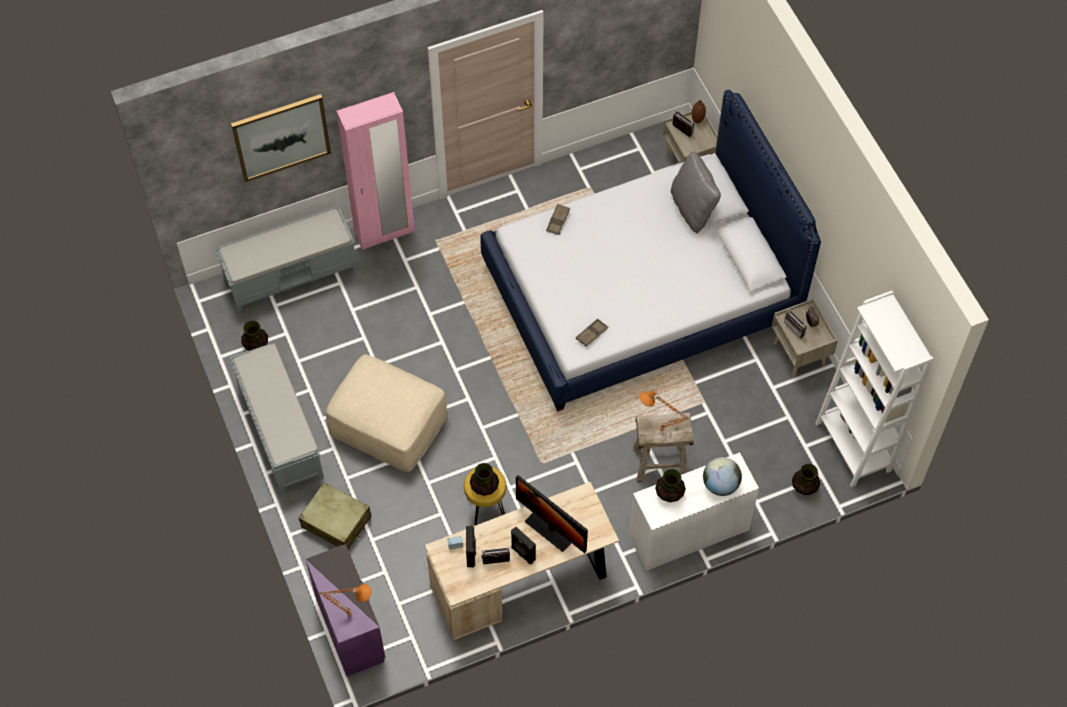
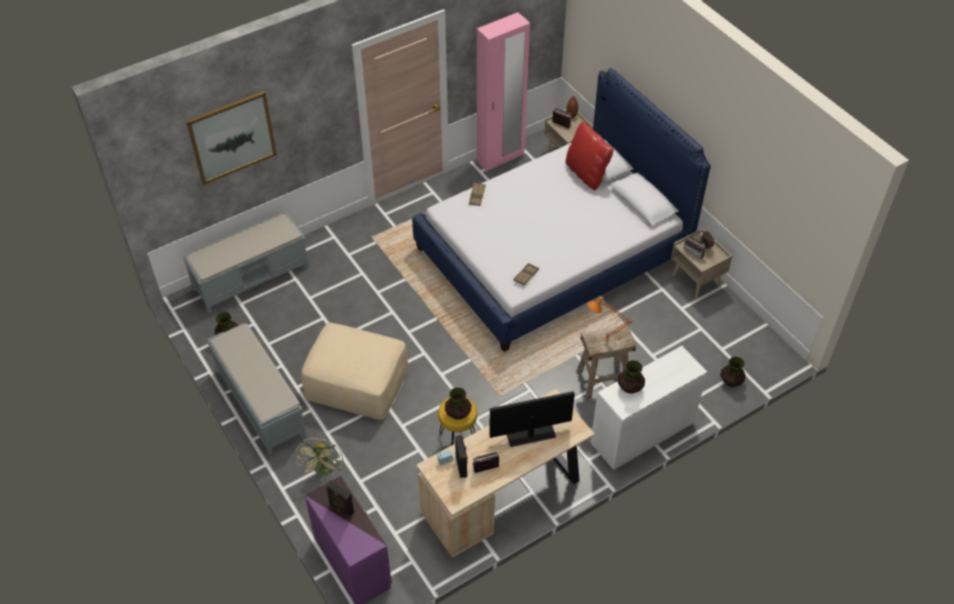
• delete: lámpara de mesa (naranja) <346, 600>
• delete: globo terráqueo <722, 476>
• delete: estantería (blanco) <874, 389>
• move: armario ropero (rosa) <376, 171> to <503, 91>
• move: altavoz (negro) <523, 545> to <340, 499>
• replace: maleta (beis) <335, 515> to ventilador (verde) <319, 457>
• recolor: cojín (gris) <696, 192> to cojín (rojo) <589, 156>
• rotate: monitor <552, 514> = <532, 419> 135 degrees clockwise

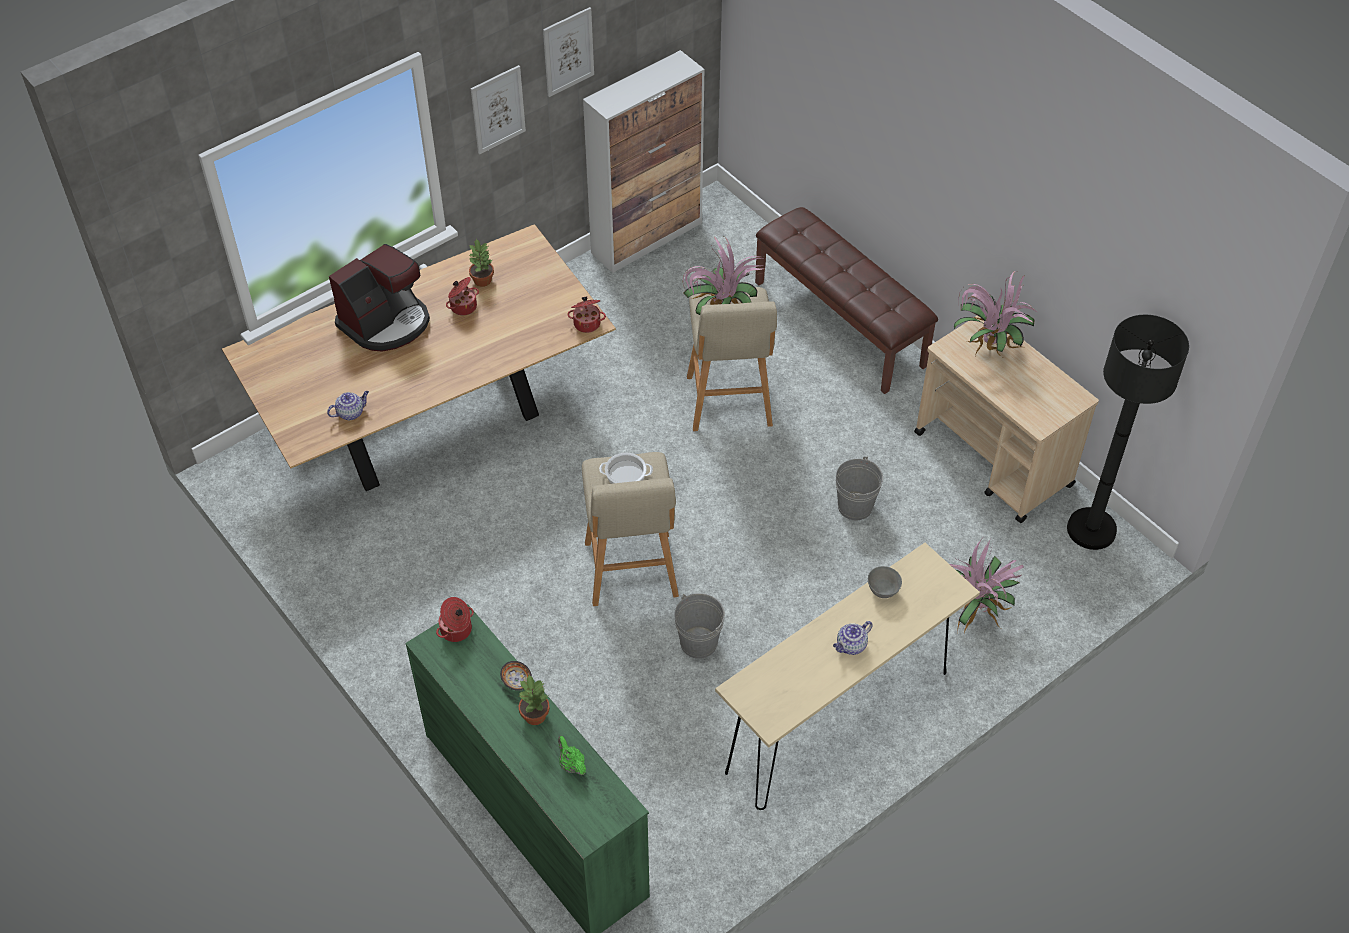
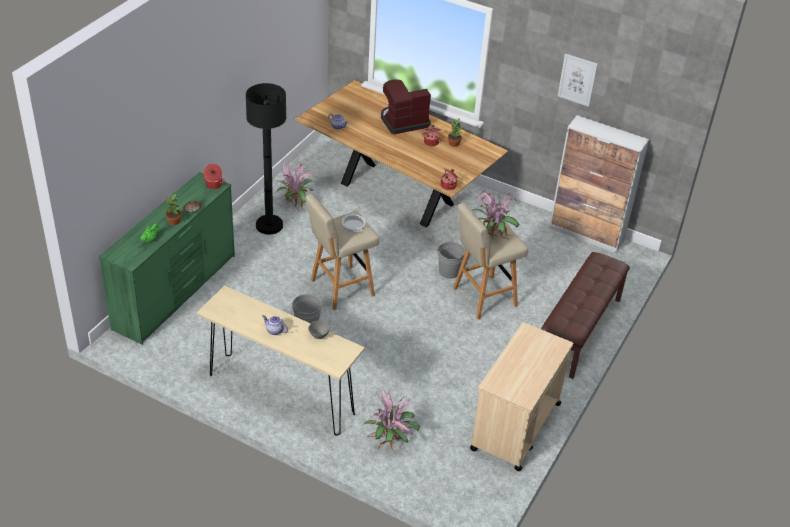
• delete: cuadro <498, 109>
• move: cubo (gris) <859, 488> to <451, 260>
• move: planta en maceta <996, 314> to <295, 187>
• move: lámpara de pie (negro) <1128, 432> to <266, 159>
• rotate: cafetera <379, 298> = <406, 106> 135 degrees clockwise

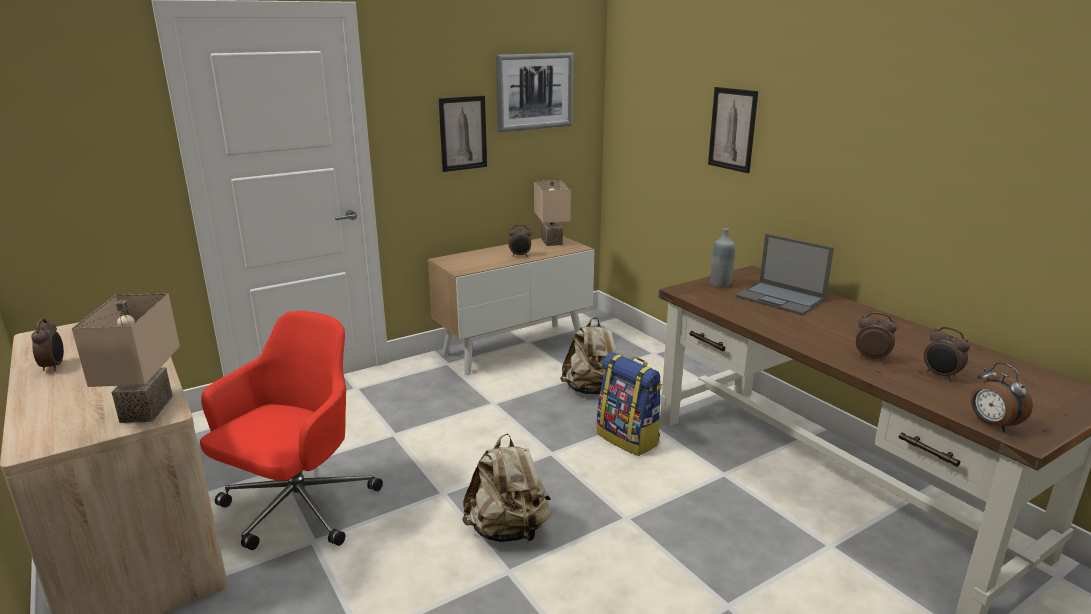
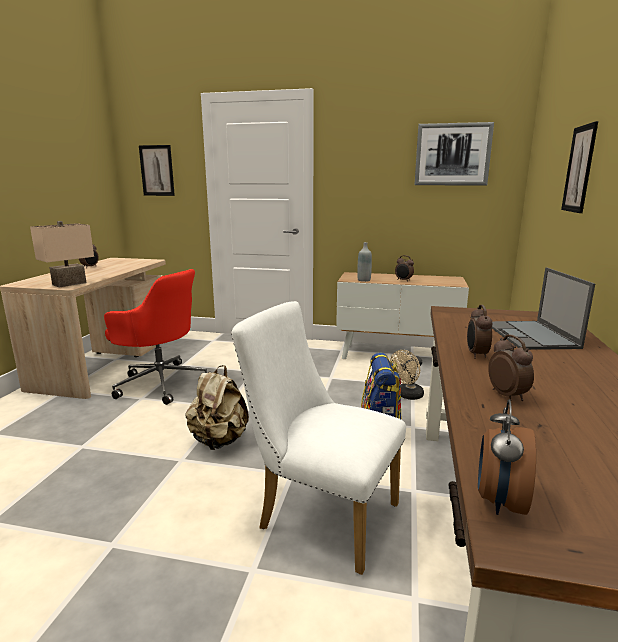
• delete: lámpara de mesa (beis) <552, 213>
• insert: silla (blanco) <318, 438>
• move: cuadro <463, 134> to <157, 170>
• move: botella (gris) <722, 258> to <364, 262>
• move: despertador <947, 354> to <480, 332>
• replace: mochila (beis) <589, 356> to ventilador (beis) <407, 375>
• rotate: silla de oficina (rojo) <291, 430> = <155, 337> 45 degrees clockwise

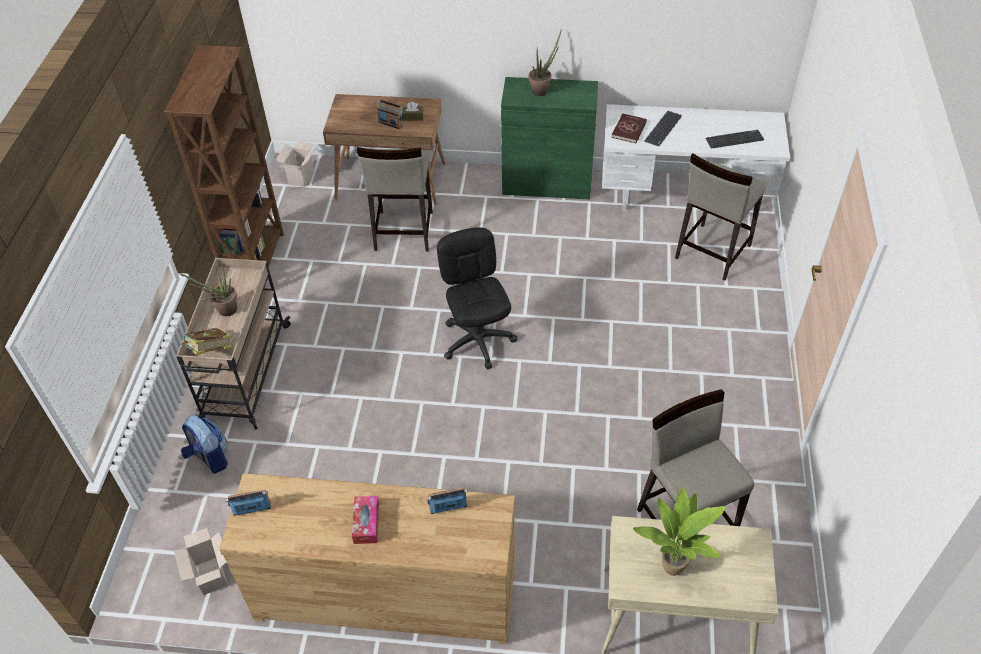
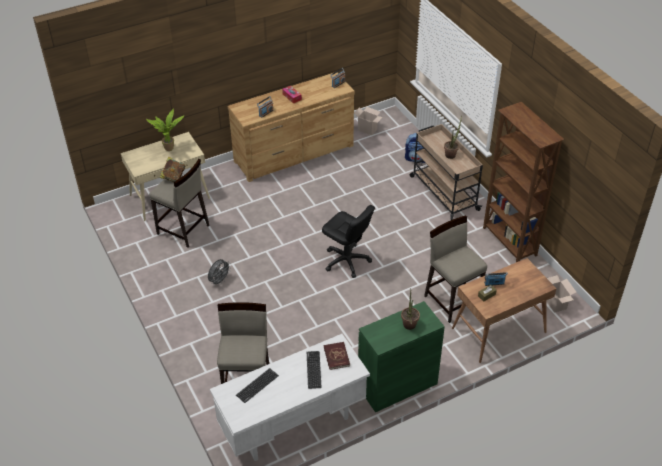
• insert: ventilador (gris) <219, 272>
• move: libro <207, 341> to <172, 169>

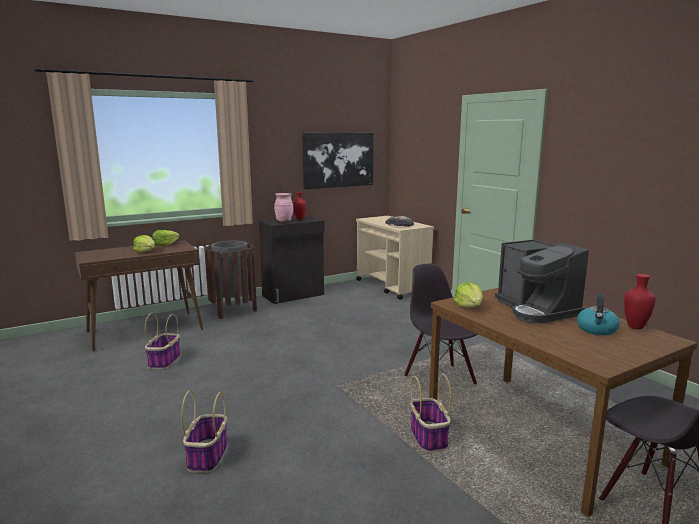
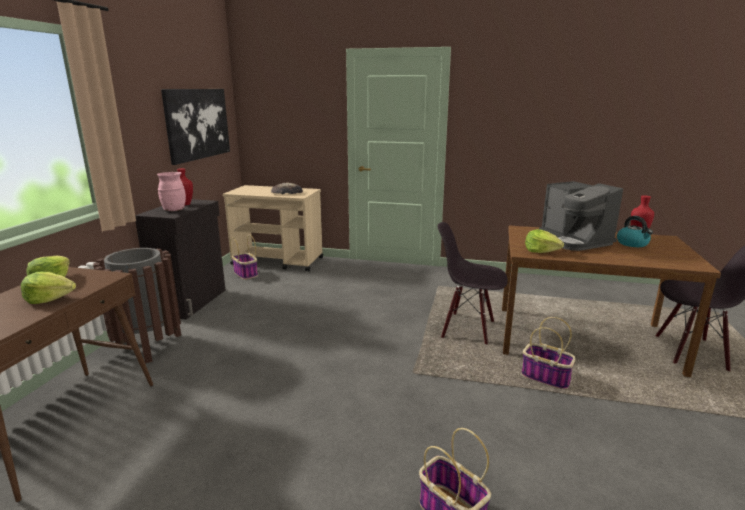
• move: cesta <163, 341> to <244, 257>
• rotate: cafetera <542, 281> = <581, 216> 45 degrees clockwise

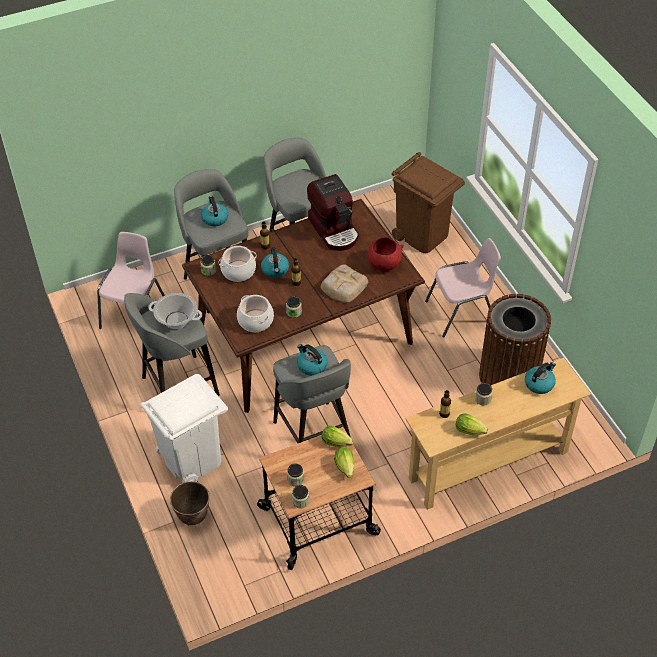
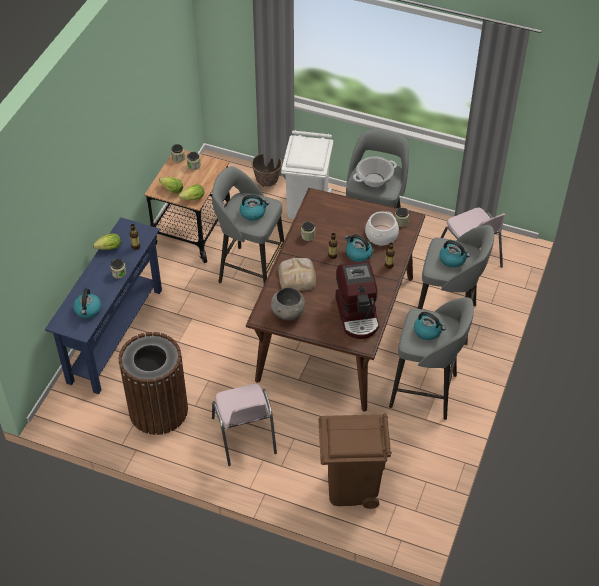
• delete: olla <255, 313>
• insert: hervidor <430, 326>
• recolor: cuenco (rojo) <386, 254> to cuenco (gris) <288, 304>
• recolor: mesa consola (beis) <498, 434> to mesa consola (azul) <103, 305>
• rotate: cafetera <333, 212> = <358, 300> 120 degrees counterclockwise
• rotate: silla (rosa) <463, 288> = <244, 425> 45 degrees counterclockwise

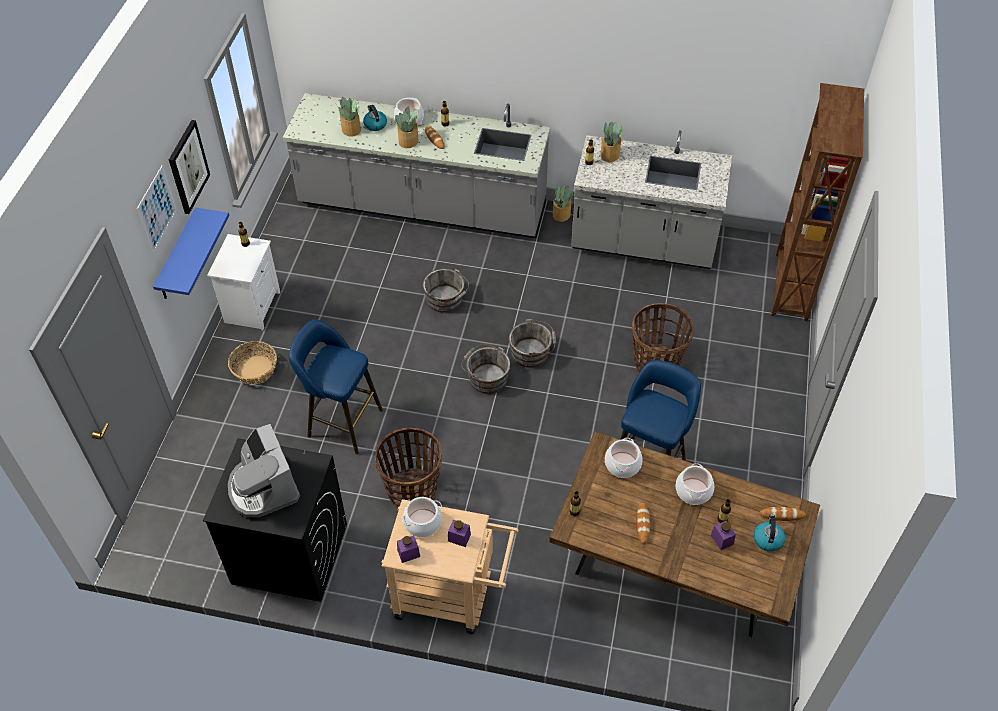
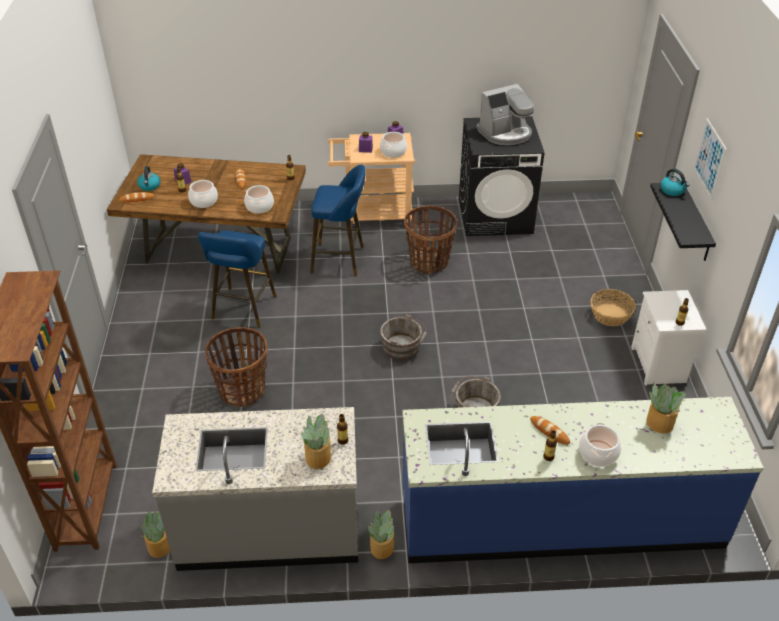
• delete: cuadro <189, 167>
• delete: cubo (gris) <533, 343>
• move: taburete (azul) <336, 386> to <338, 221>
• move: hervidor <375, 118> to <675, 182>
• move: planta en maceta <406, 127> to <155, 534>
• recolor: estante (azul) <191, 253> to estante (negro) <683, 222>
• recolor: mueble bajo de cocina (gris) <416, 165> to mueble bajo de cocina (azul) <583, 480>
• rotate: cafetera <264, 470> = <505, 114> 105 degrees clockwise

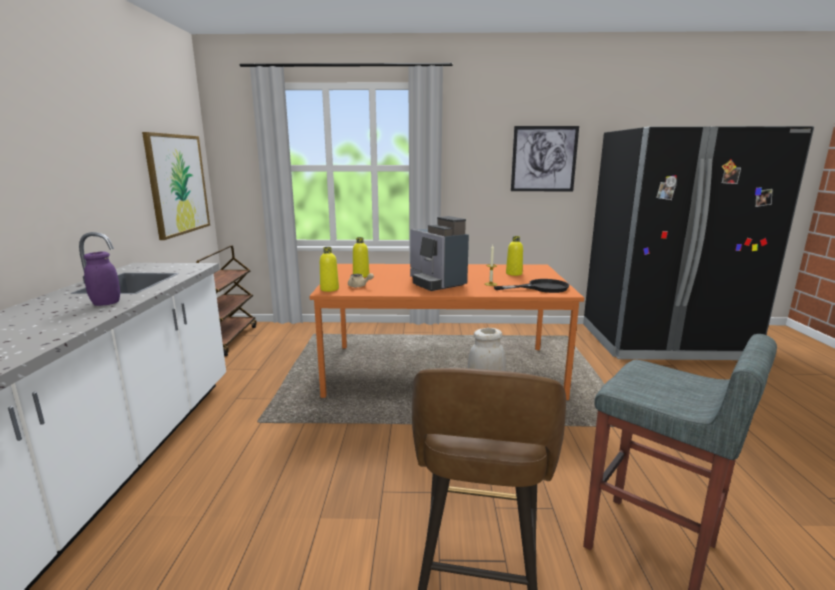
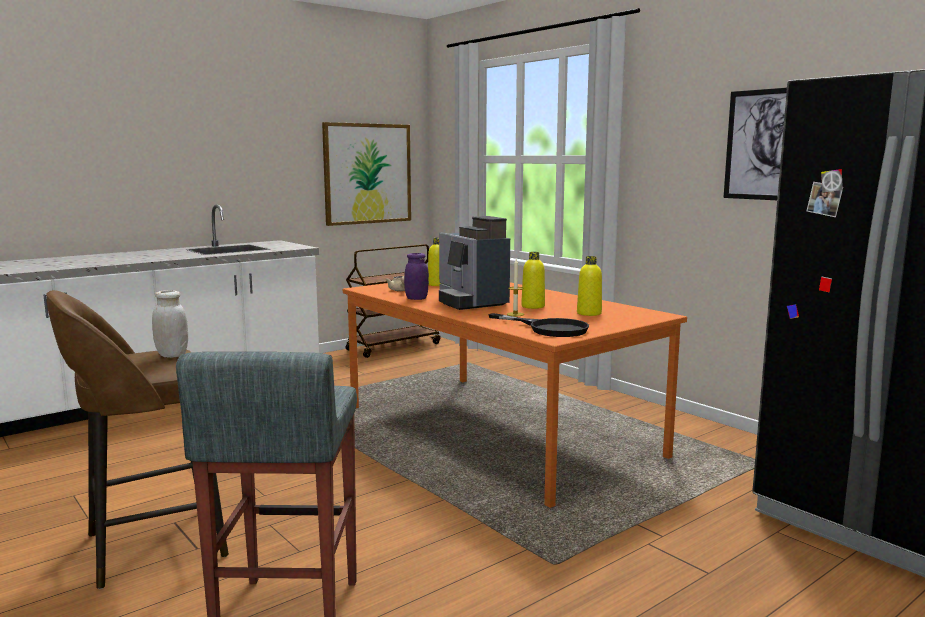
• move: tarro (morado) <102, 279> to <416, 276>
• move: botella (amarillo) <329, 269> to <533, 280>
• rotate: cafetera <439, 253> = <474, 263> 45 degrees counterclockwise

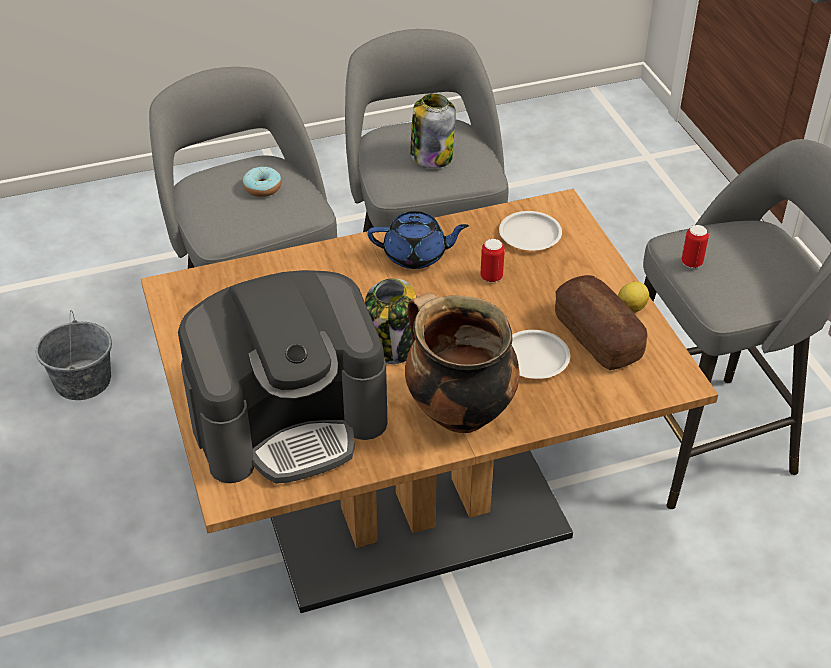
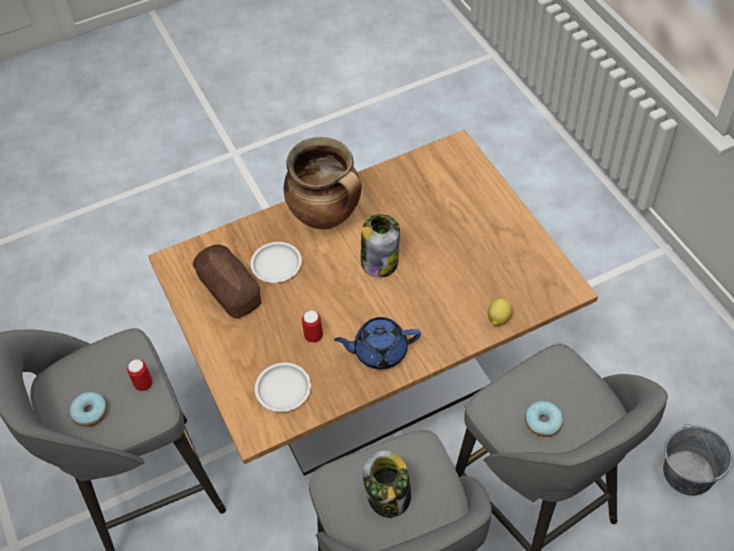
• delete: cafetera <282, 377>
• insert: rosquilla <88, 409>
• move: limón <633, 297> to <500, 312>

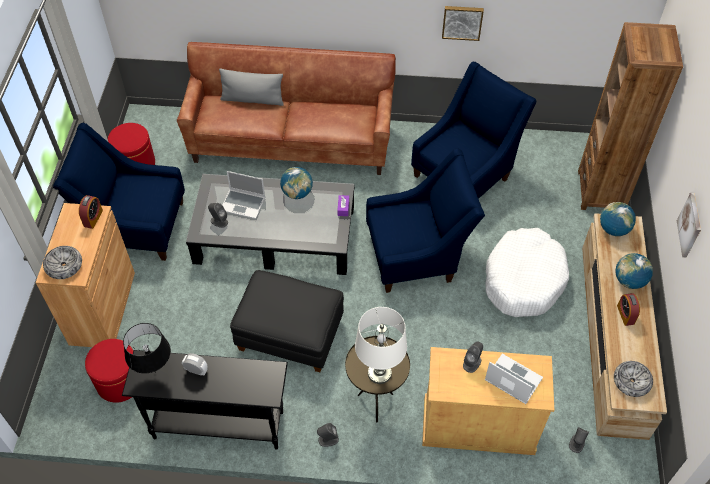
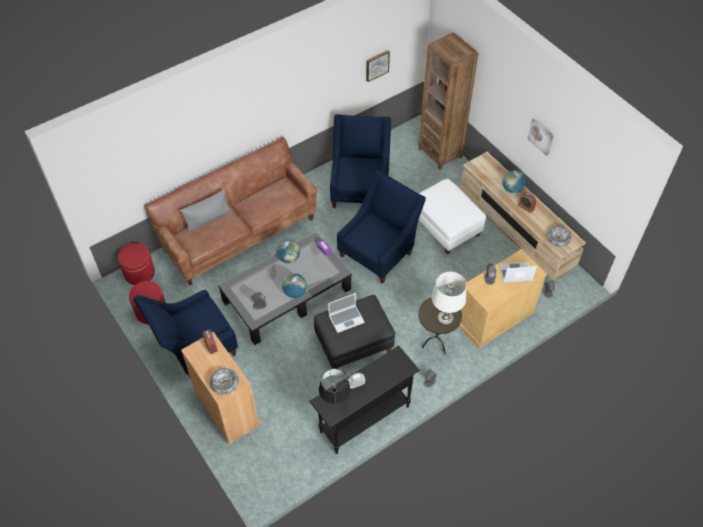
• move: puf (rojo) <109, 371> to <136, 264>
• move: portátil <243, 195> to <346, 313>
• move: cuadro <463, 23> to <378, 66>
• move: globo terráqueo <618, 219> to <294, 285>
• replace: cama para perro (blanco) <527, 272> to puf (blanco) <452, 216>

